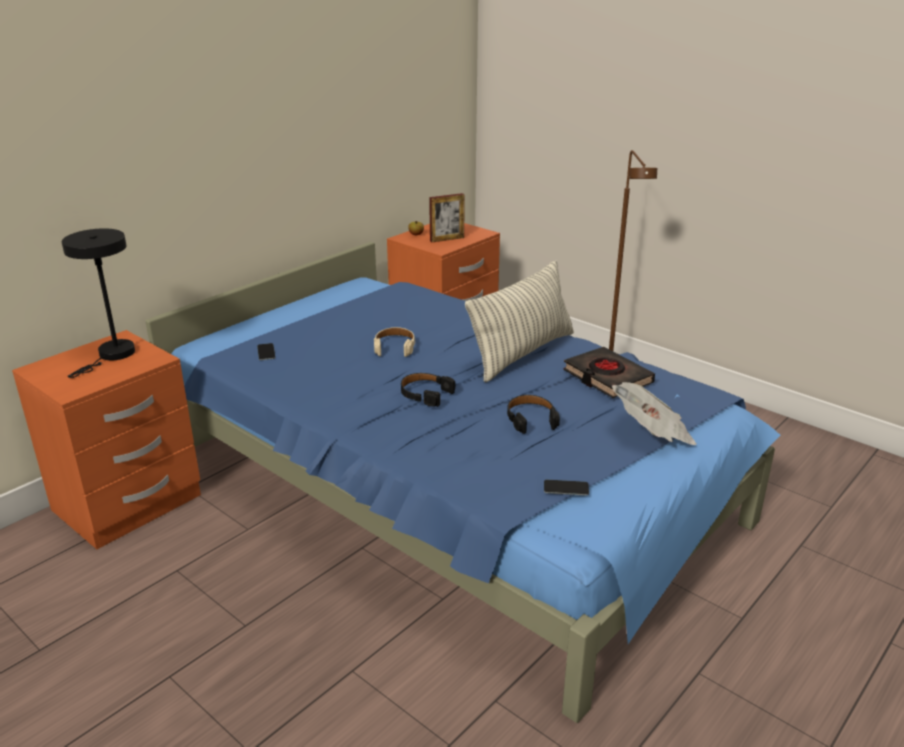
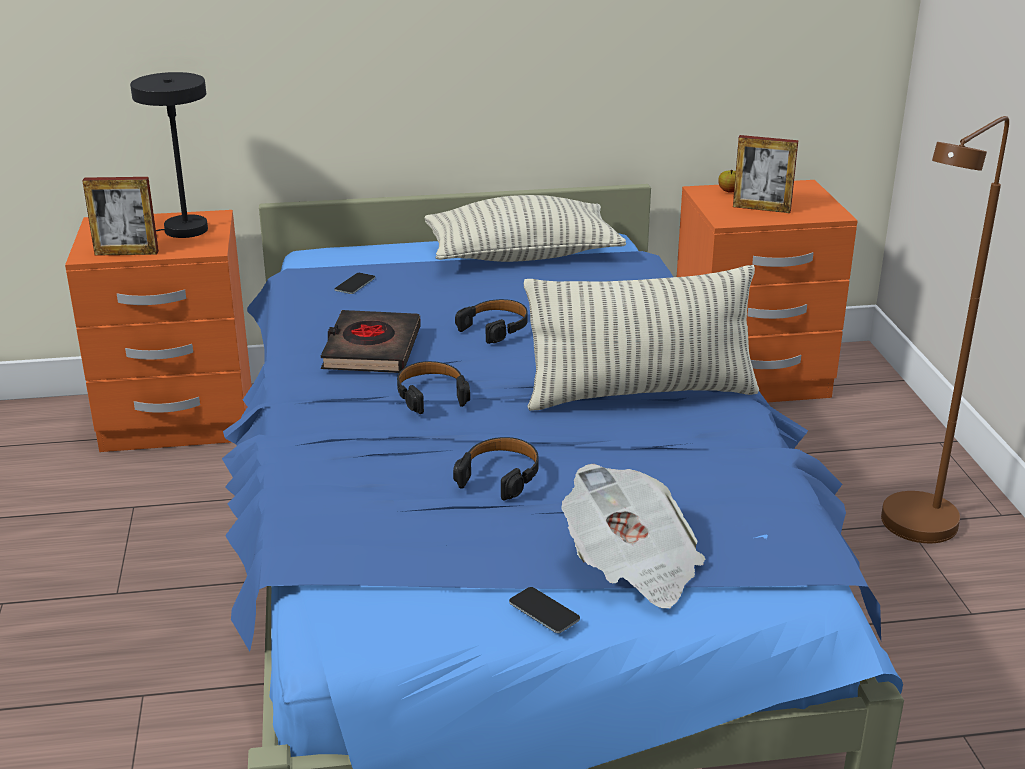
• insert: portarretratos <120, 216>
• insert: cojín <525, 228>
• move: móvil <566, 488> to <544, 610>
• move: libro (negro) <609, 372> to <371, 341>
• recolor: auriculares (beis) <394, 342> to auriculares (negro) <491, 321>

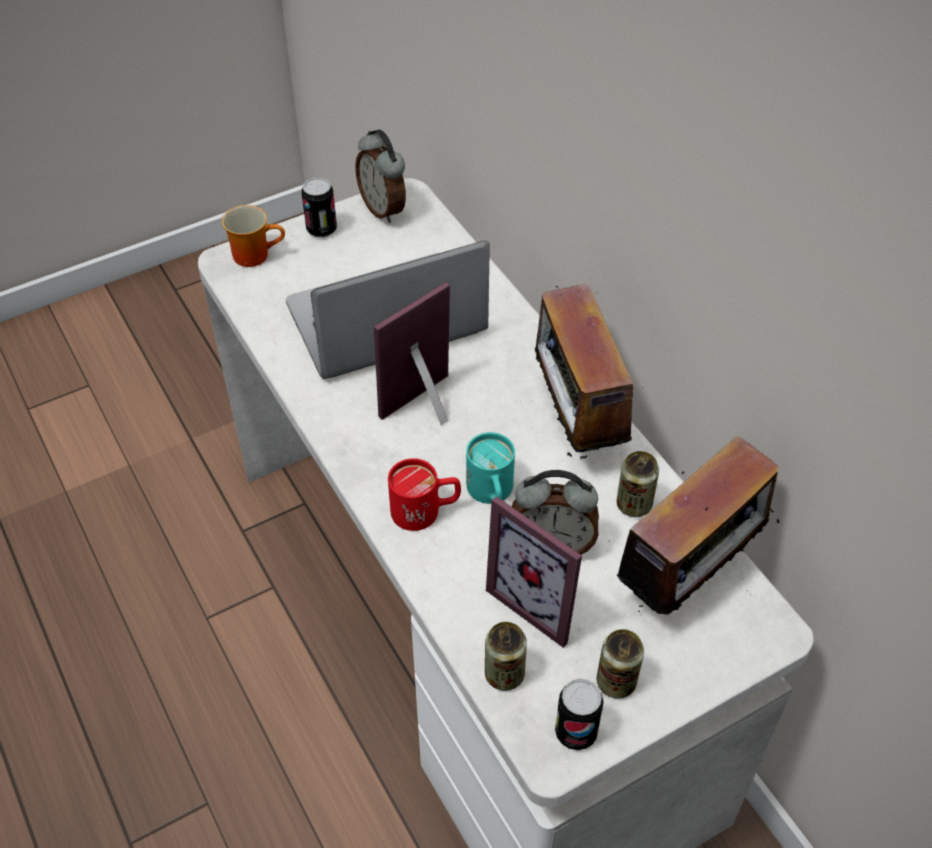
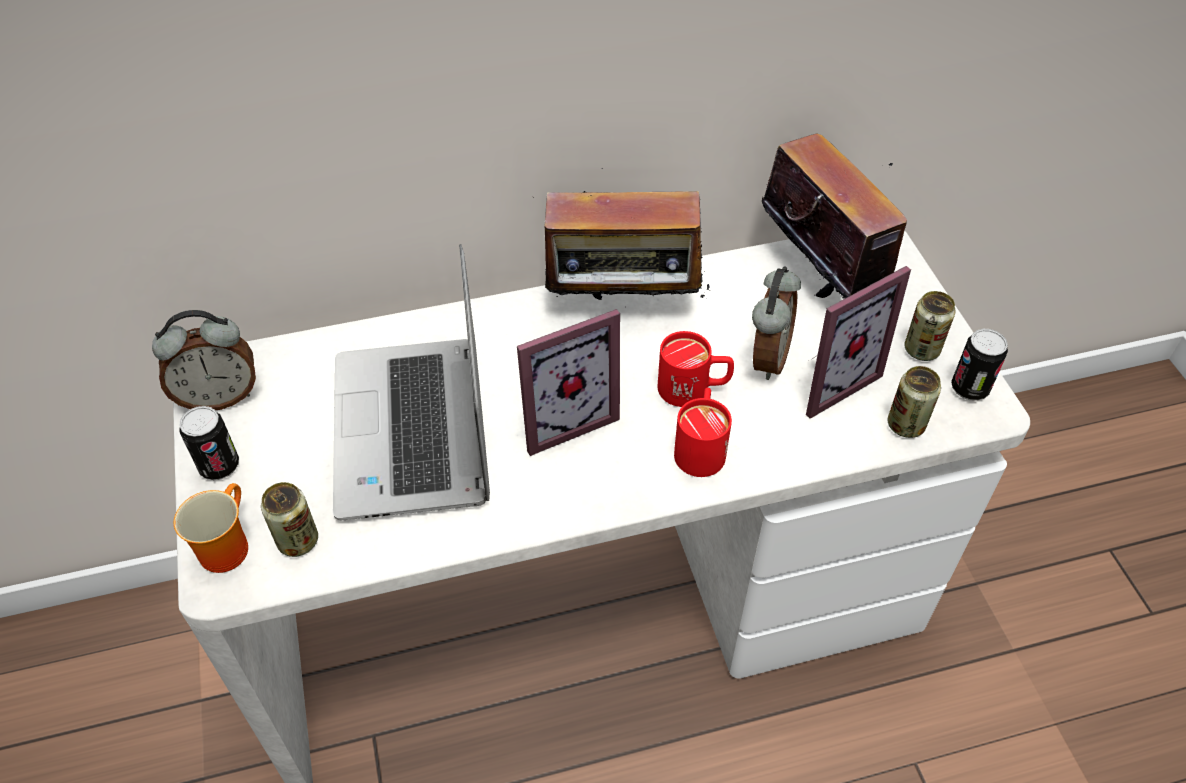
• move: lata <638, 484> to <289, 519>
• recolor: taza grande (turquesa) <490, 468> to taza grande (rojo) <696, 369>
• rotate: portarretratos <412, 353> = <568, 382> 90 degrees counterclockwise

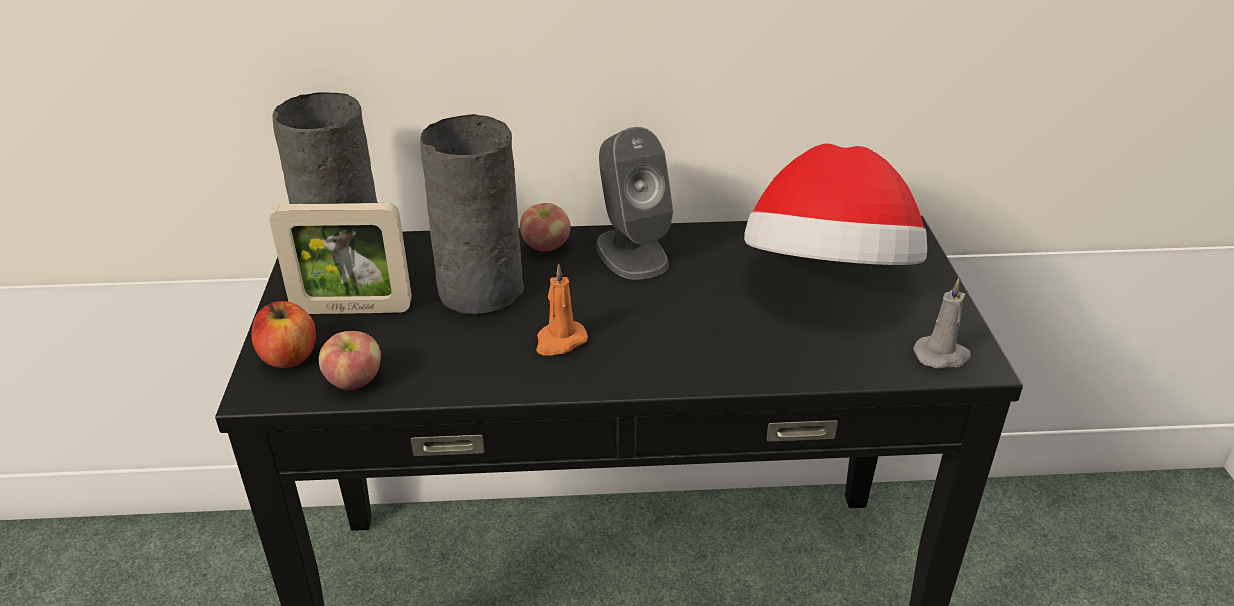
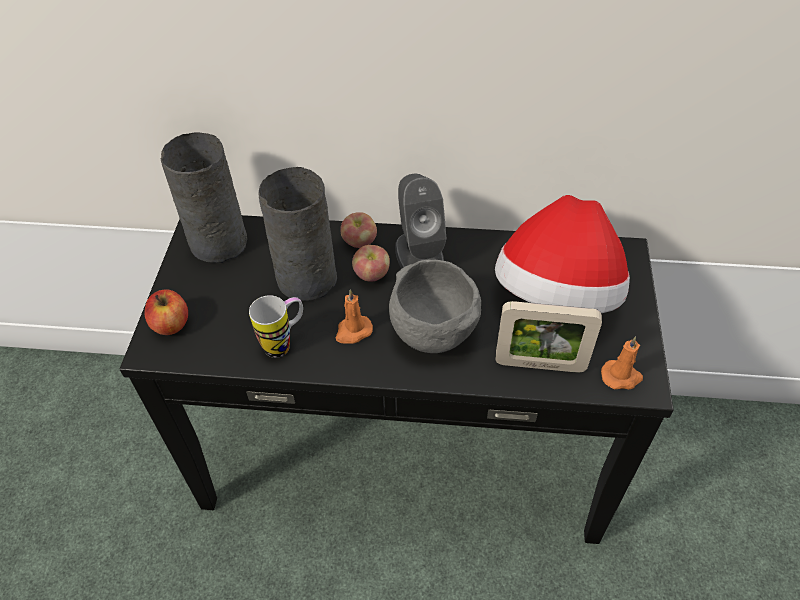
• insert: taza grande <276, 326>
• insert: cuenco (gris) <435, 306>
• move: portarretratos <341, 258> to <549, 337>
• move: manzana <350, 360> to <371, 263>
• recolor: vela (gris) <942, 324> to vela (naranja) <622, 362>

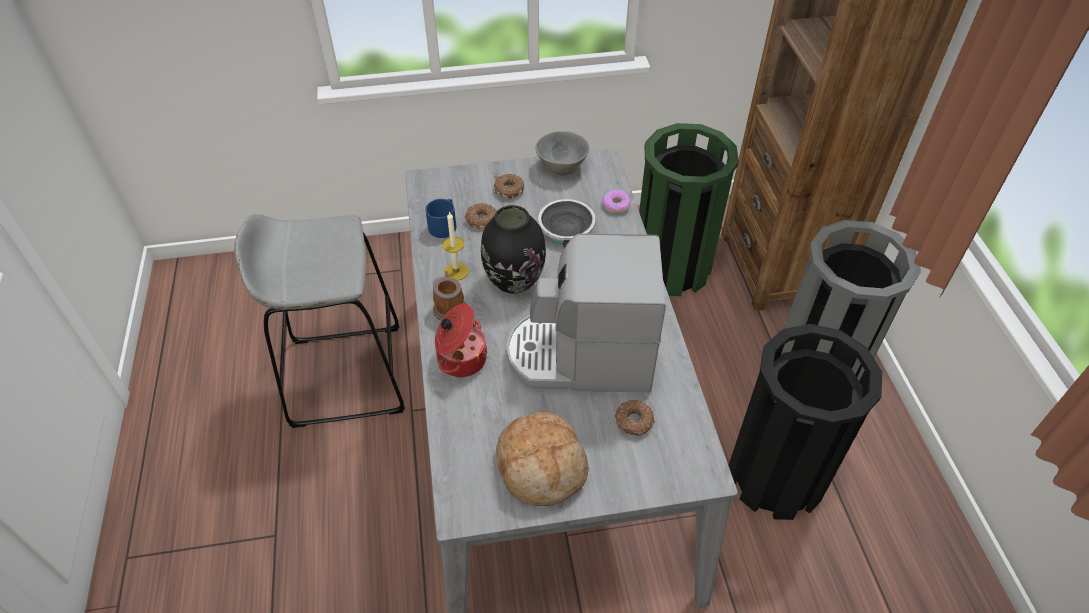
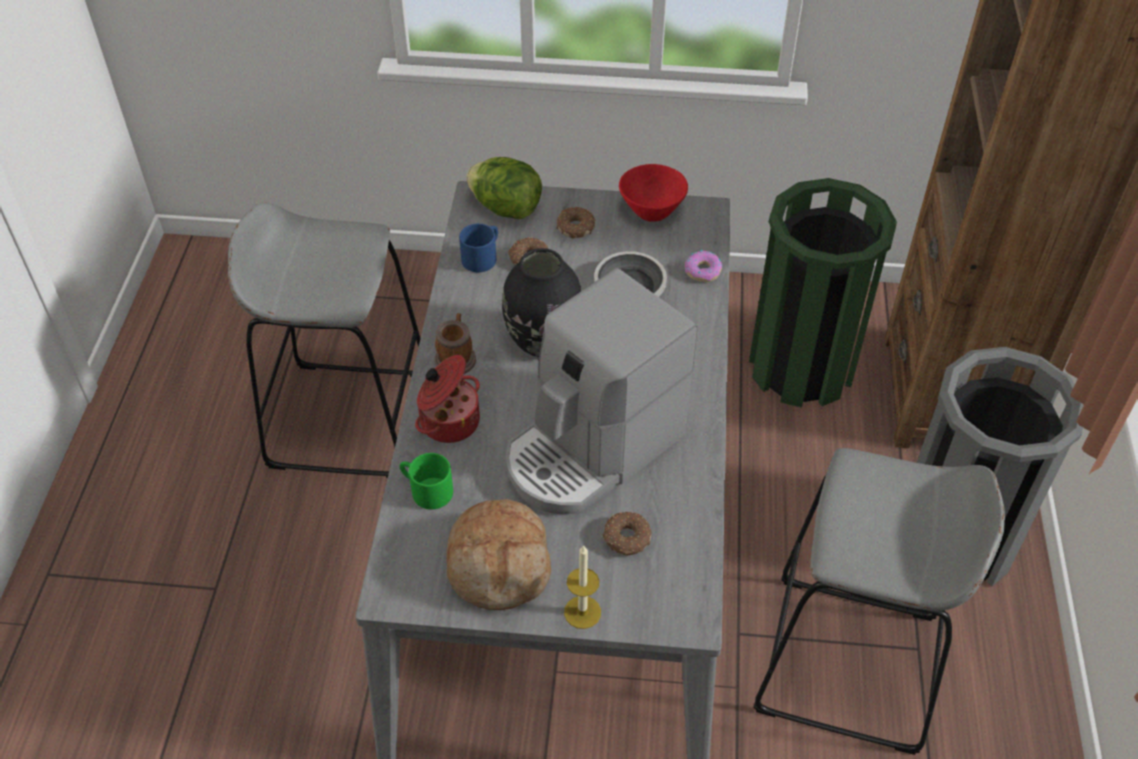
• insert: taza grande (verde) <426, 481>
• insert: lechuga <504, 188>
• move: vela <455, 245> to <582, 587>
• replace: papelera (negro) <805, 422> to taburete (gris) <879, 601>
• recolor: cuenco (gris) <562, 153> to cuenco (rojo) <653, 193>
• rotate: cafetera <586, 313> = <601, 391> 60 degrees counterclockwise

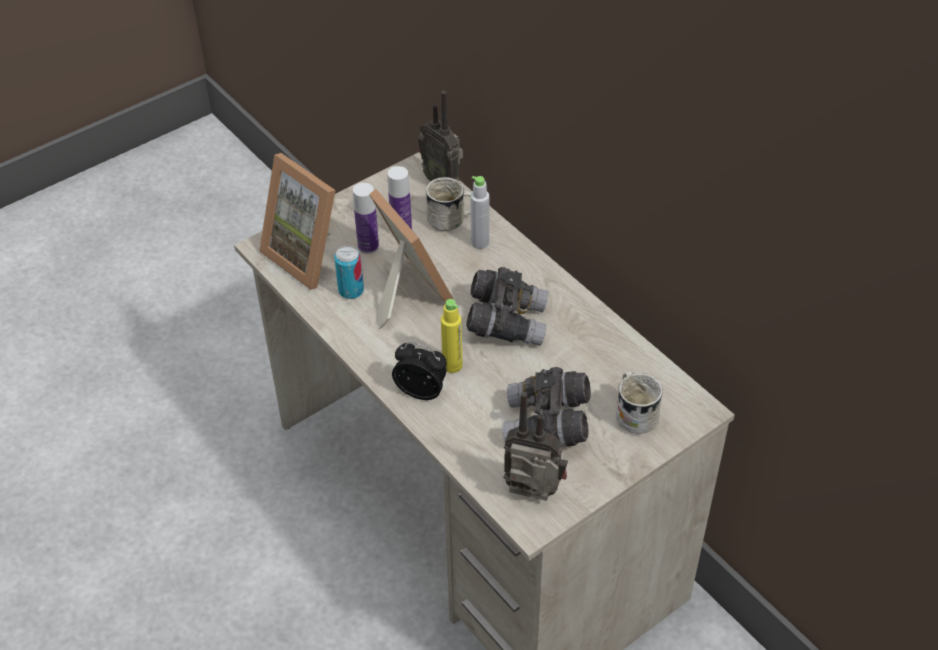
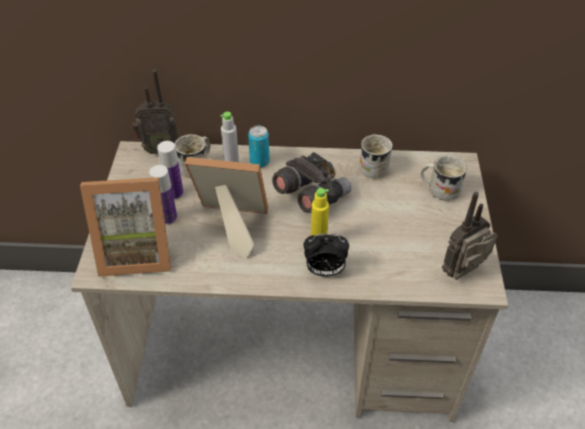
• delete: prismáticos (gris) <547, 407>
• insert: taza grande (blanco) <376, 156>
• move: lata <349, 272> to <259, 147>
• rotate: despertador <419, 371> = <326, 255> 150 degrees counterclockwise

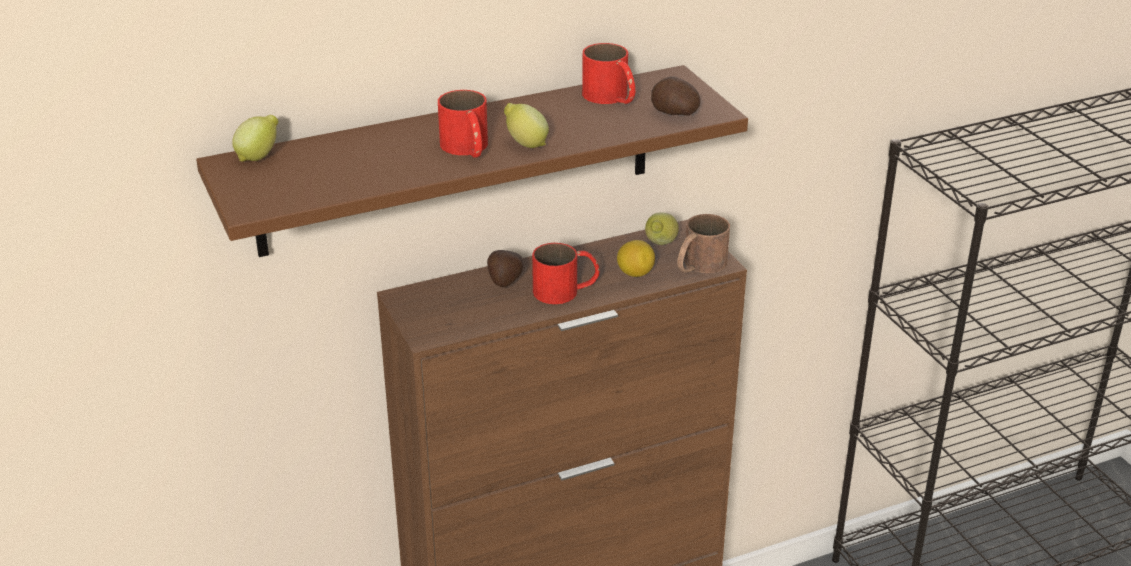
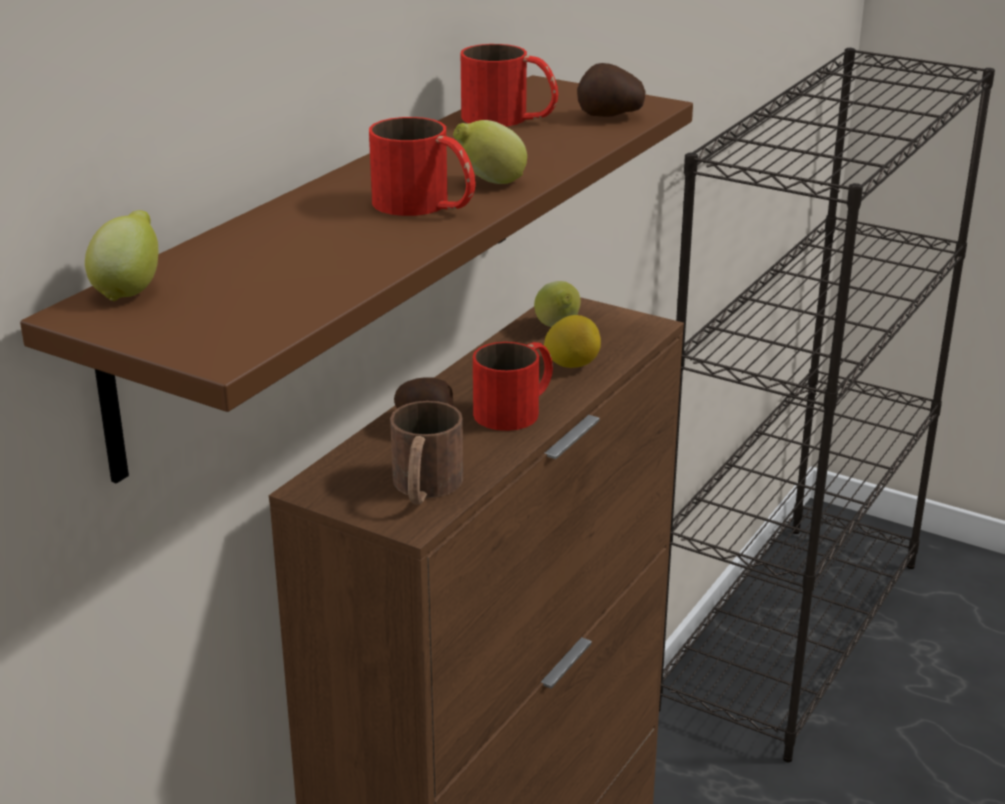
• move: taza grande (marrón) <703, 243> to <426, 453>

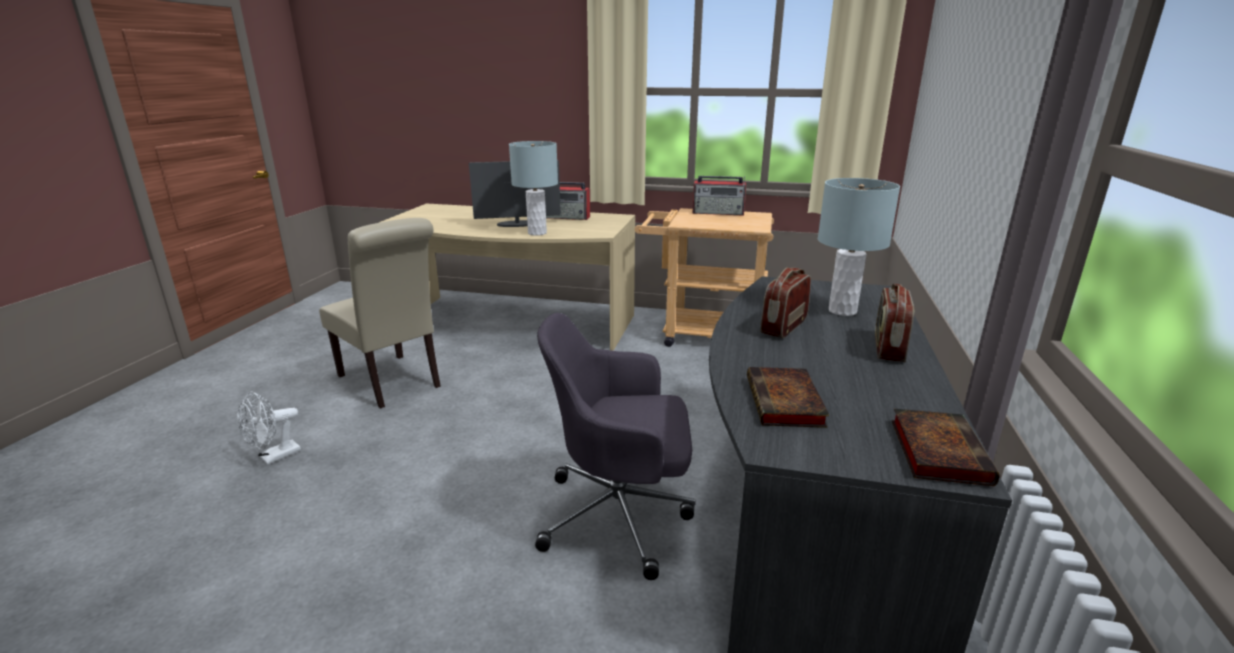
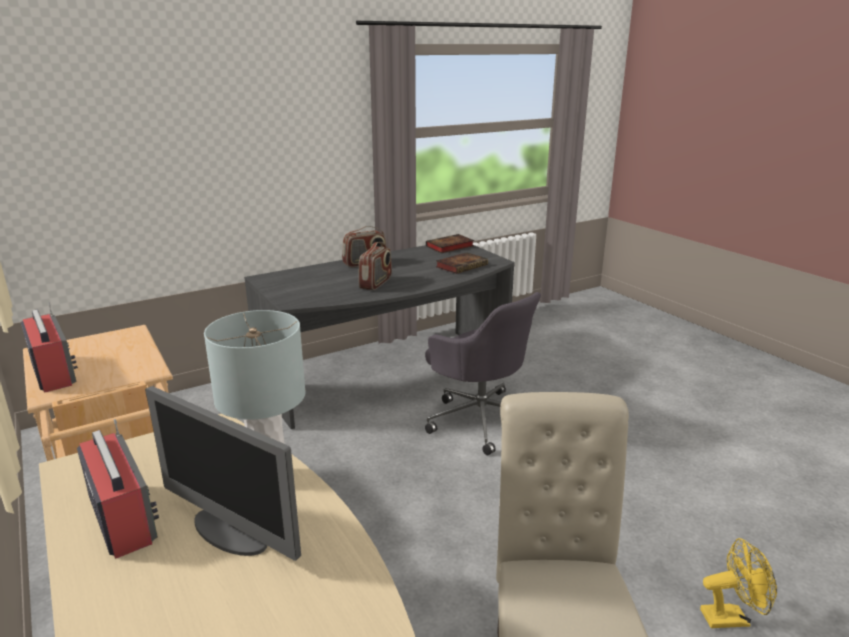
• delete: lámpara de mesa (gris) <859, 247>
• recolor: ventilador (blanco) <269, 428> to ventilador (amarillo) <738, 583>
• rotate: radio <785, 302> = <375, 266> 60 degrees counterclockwise

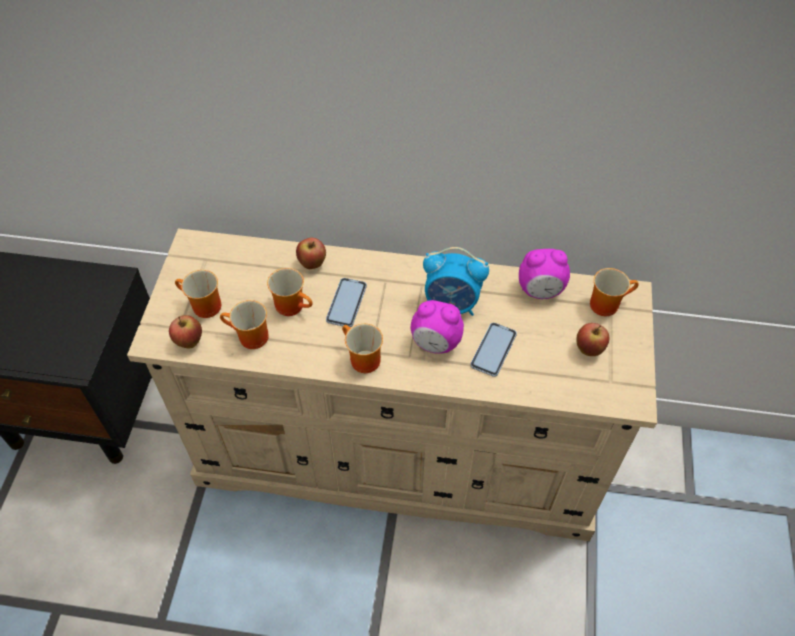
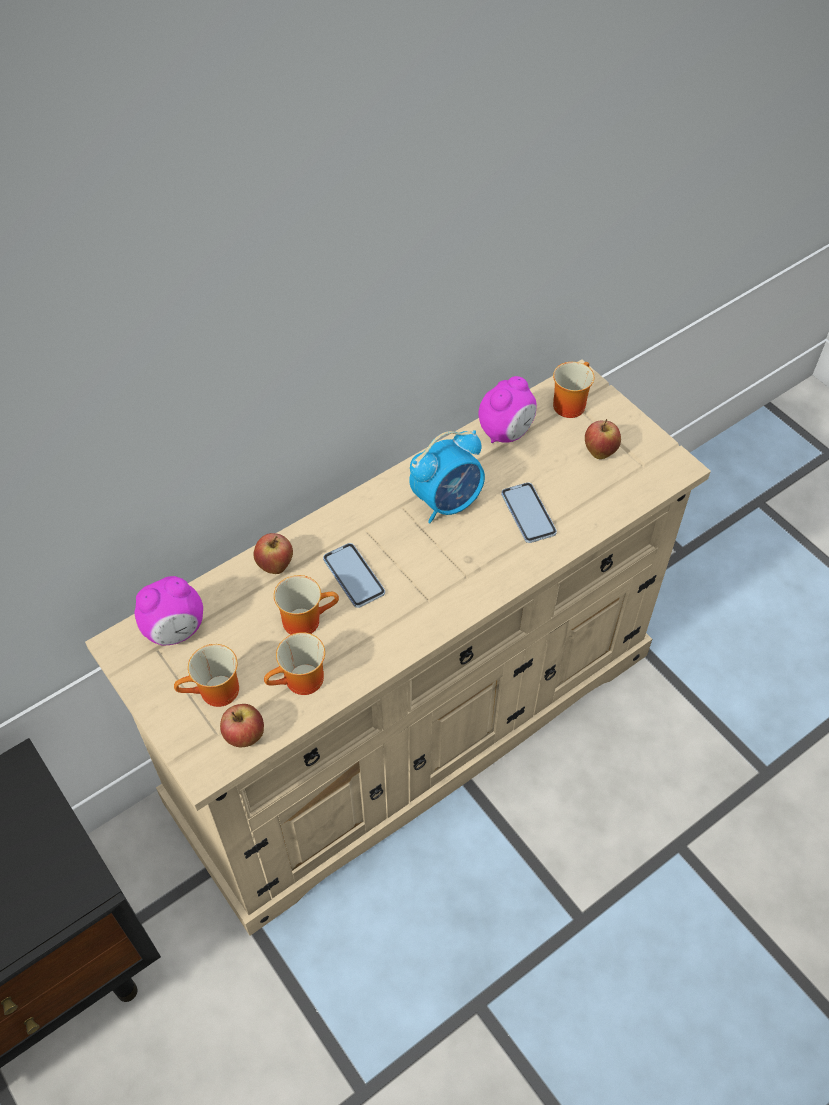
• delete: taza grande <362, 348>
• move: despertador <437, 327> to <169, 611>

